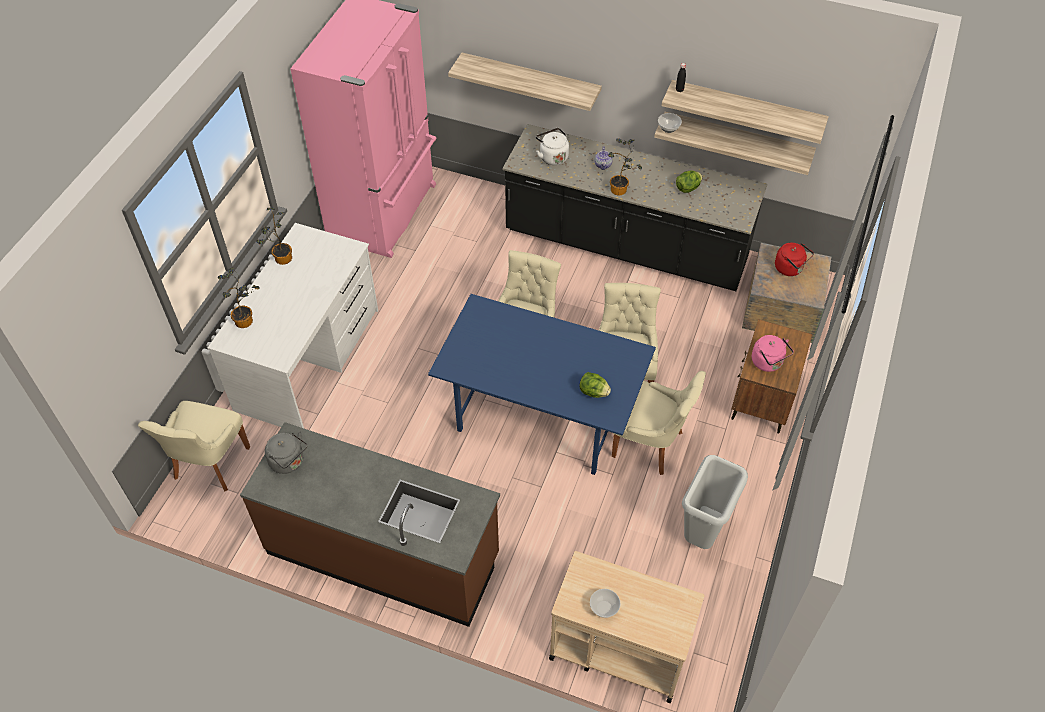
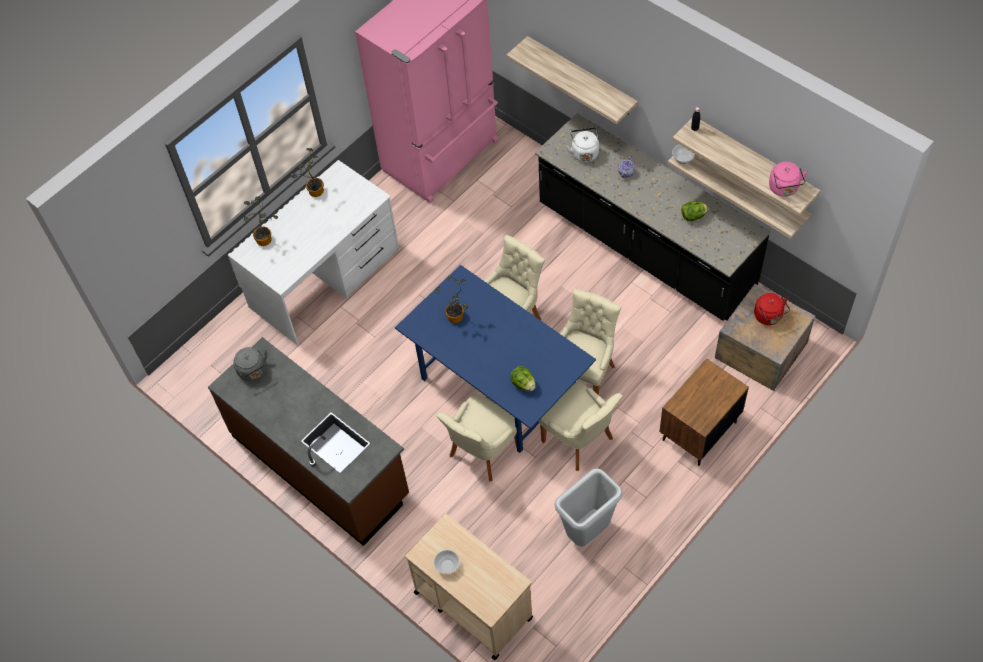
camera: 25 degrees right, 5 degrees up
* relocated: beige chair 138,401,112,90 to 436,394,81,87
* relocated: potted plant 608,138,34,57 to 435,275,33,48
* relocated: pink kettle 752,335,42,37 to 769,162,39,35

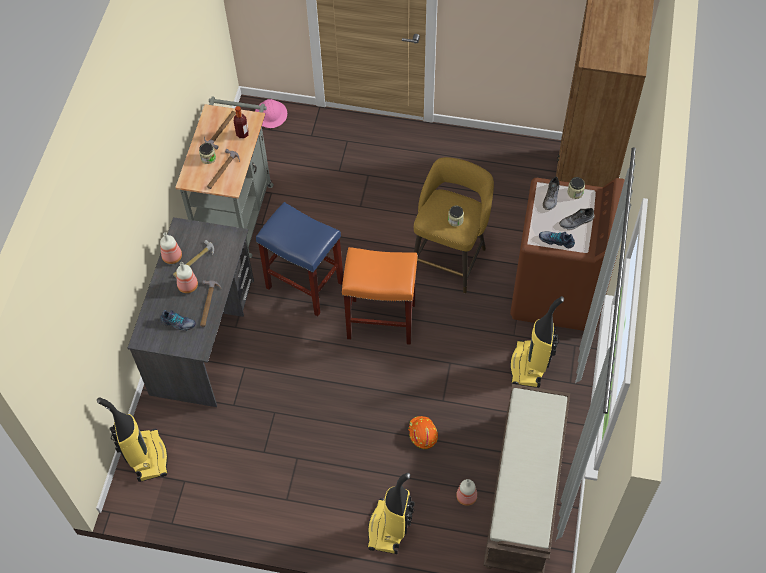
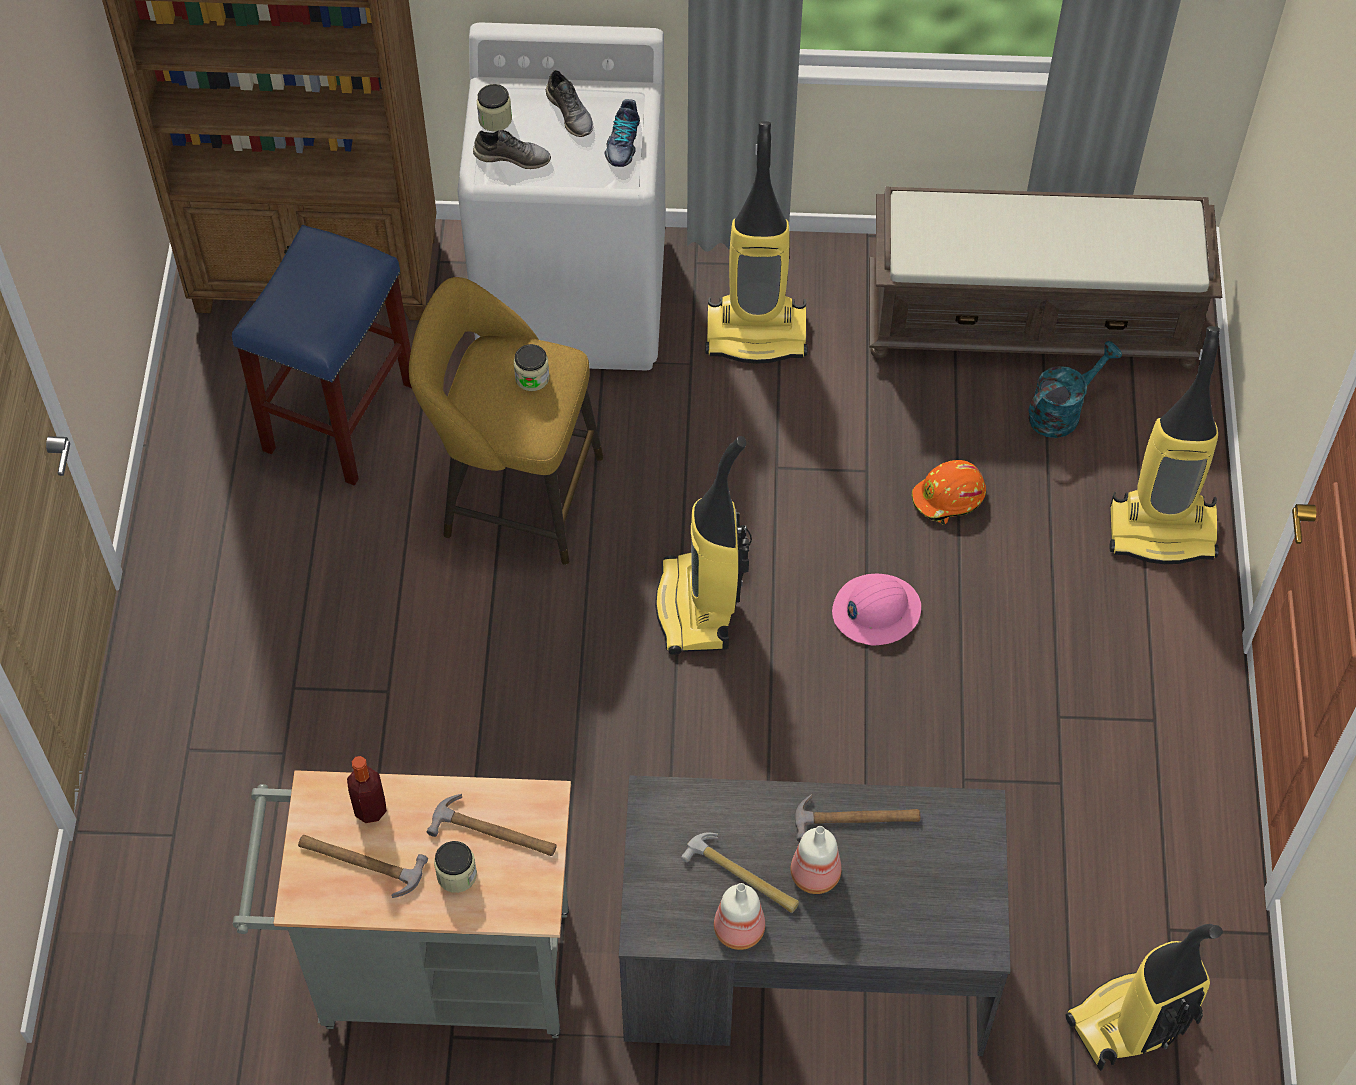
camera: 100 degrees left, 0 degrees up
* missing: shoe 160,310,36,21
* relocated: pink hard hat 255,99,32,29 to 832,574,89,72
* relocated: blue stool 256,202,87,114 to 232,225,180,261
* exchanged: orange stool 342,247,75,98 to vacuum cleaner 655,436,97,219
* exchanged: bottle 456,479,21,27 to turquoise watering can 1028,341,94,97
* colour: brown washing machine 510,178,115,153 to white washing machine 457,22,209,349

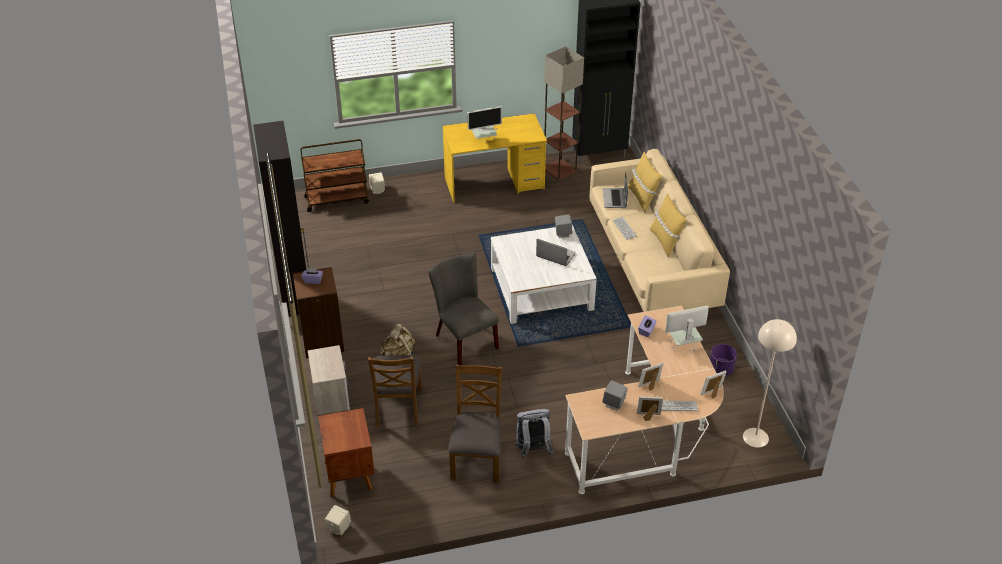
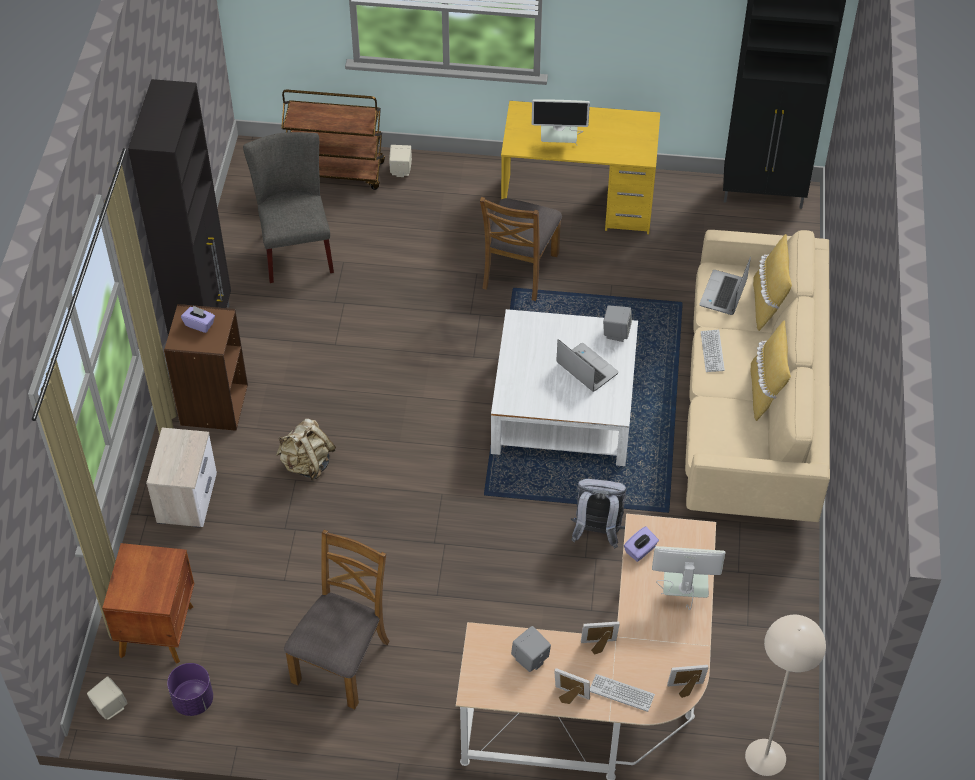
camera: 20 degrees right, 10 degrees up
* missing: floor lamp 544,46,40,135
* relocated: brown chair 368,355,54,72 to 480,197,82,104
* relocated: grey chair 429,252,70,114 to 243,132,91,151
* relocated: grey backpack 515,409,39,49 to 571,479,56,70
* relocated: purple planter 710,344,27,32 to 167,663,46,53

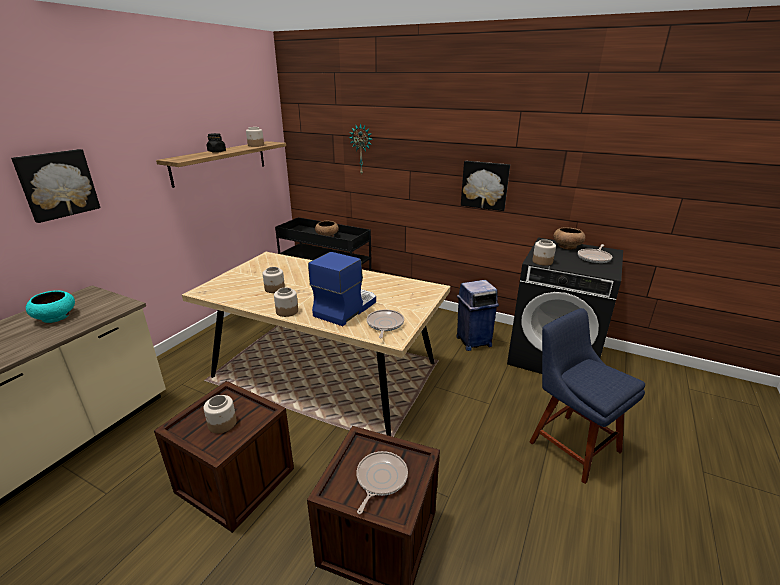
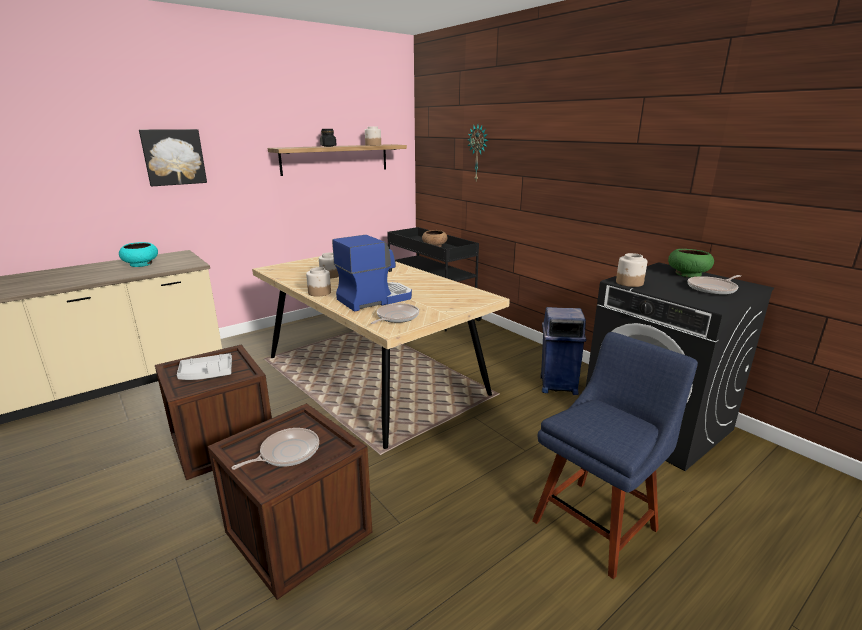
camera: 25 degrees right, 5 degrees down
* missing: picture 461,161,49,50
* exchanged: jar 204,395,33,38 to grey tray 177,353,55,27
* colour: brown bowl 553,227,32,23 to green bowl 668,249,46,29
* spun: blue chair 530,308,115,176 = 532,332,166,248 60 degrees clockwise

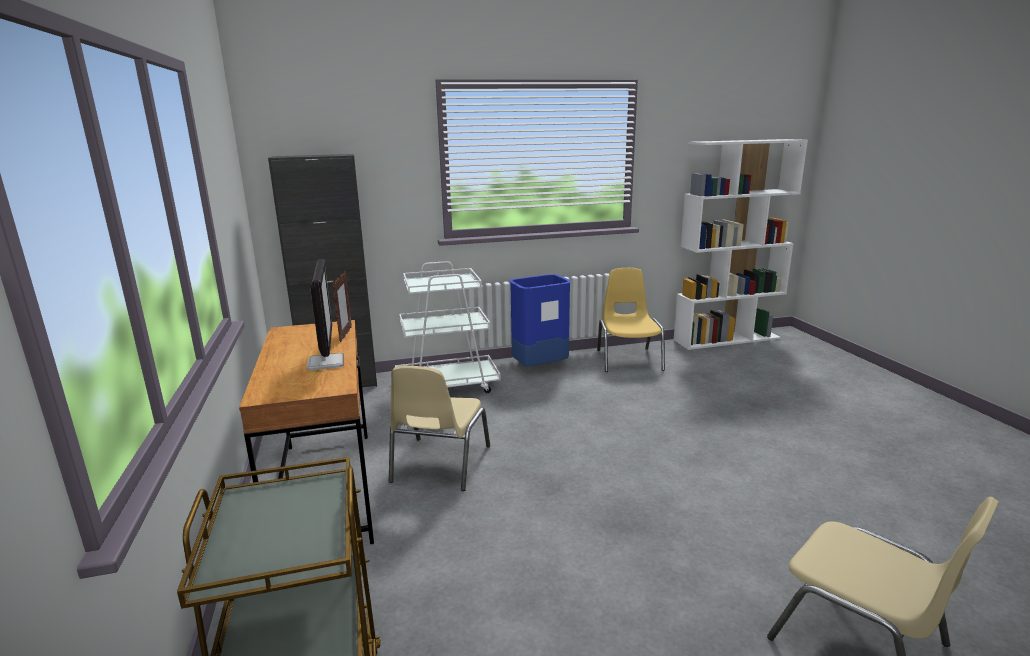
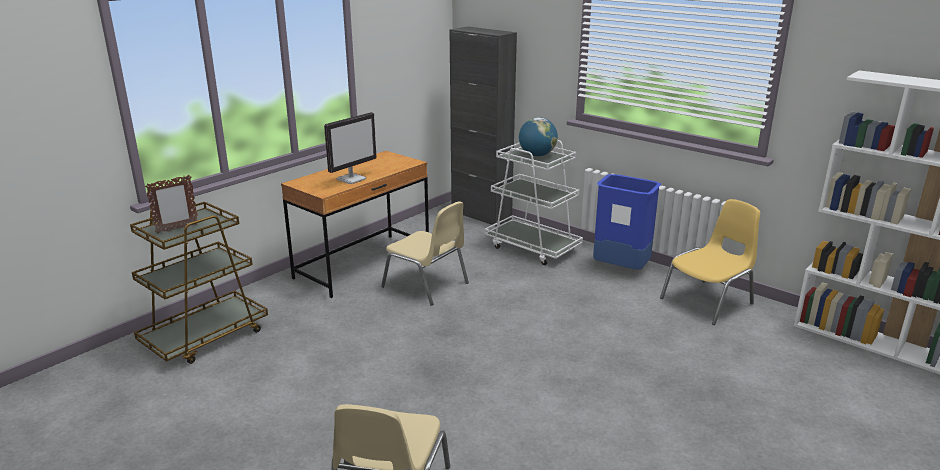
camera: 55 degrees right, 5 degrees up
* appeared: globe 519,117,39,39
* relocated: picture frame 333,271,19,71 to 145,175,52,59
* spun: beige chair 389,366,101,125 = 381,201,88,104 120 degrees counterclockwise

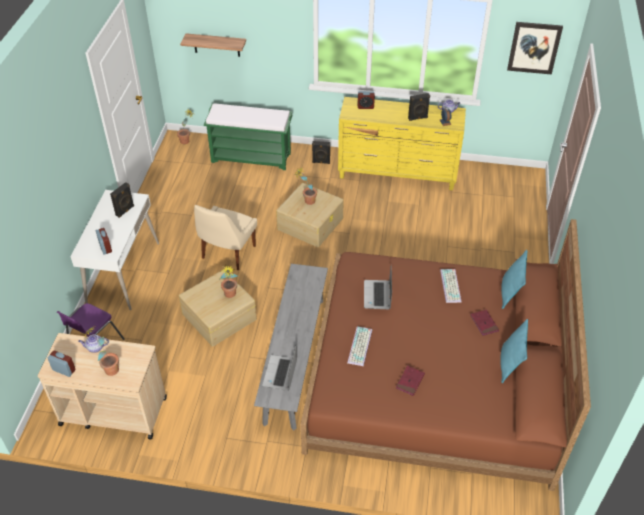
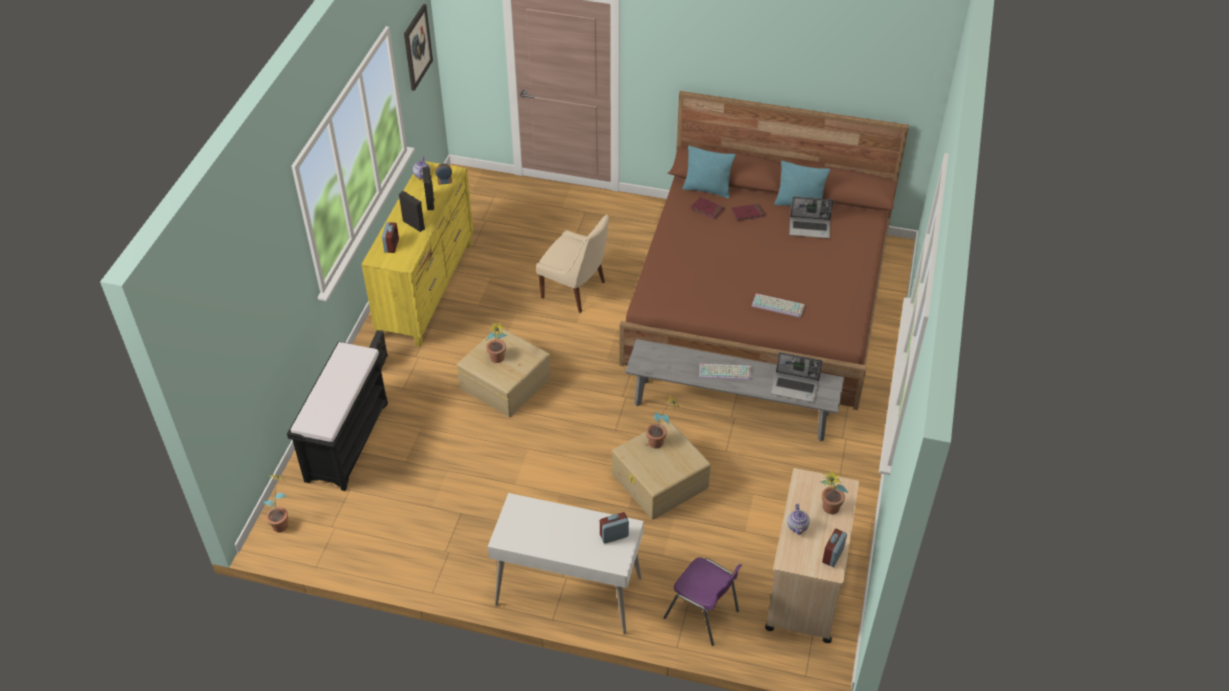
camera: 85 degrees left, 0 degrees up
* missing: shelf 180,33,66,24
* relocated: black speaker 110,182,24,36 to 399,191,26,41
* relocated: beige chair 194,205,63,65 to 536,215,73,98
* relocated: laptop 364,267,28,42 to 789,196,44,43
* relocated: red book 396,365,29,31 to 691,197,34,22
* relocated: keyboard 440,269,21,34 to 699,364,52,17
* colour: green bench 204,103,89,67 to black bench 287,341,101,150

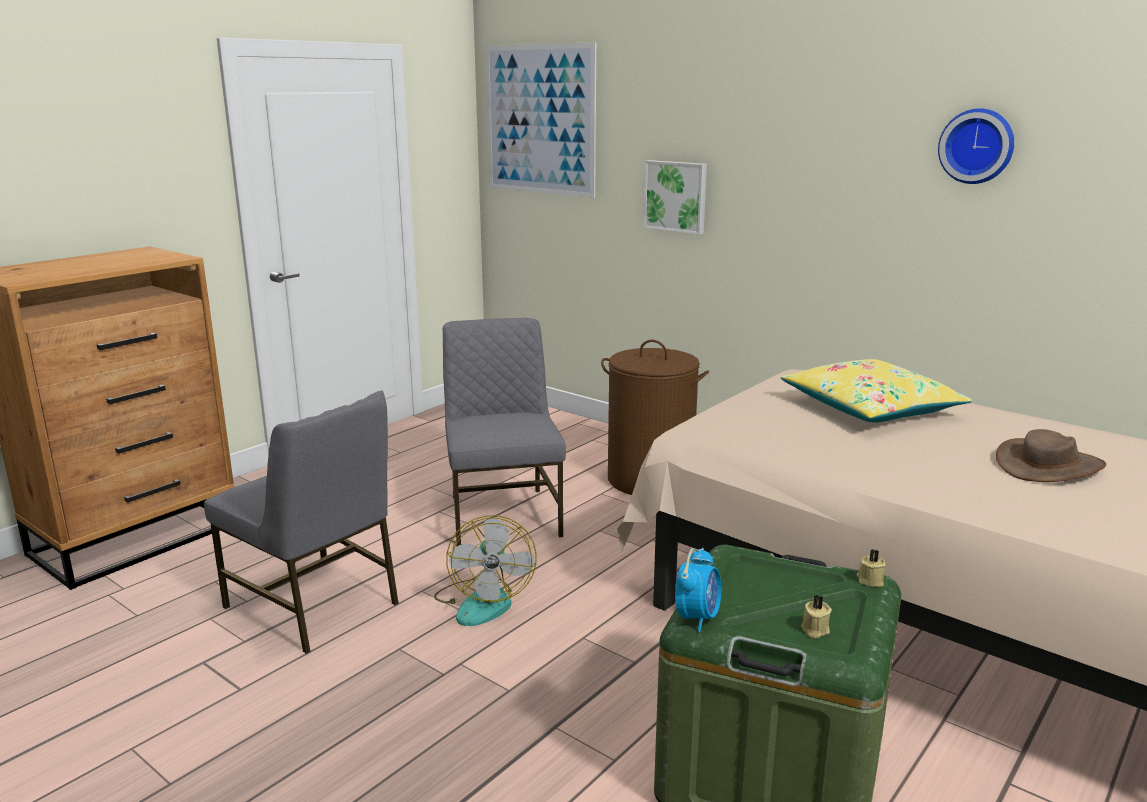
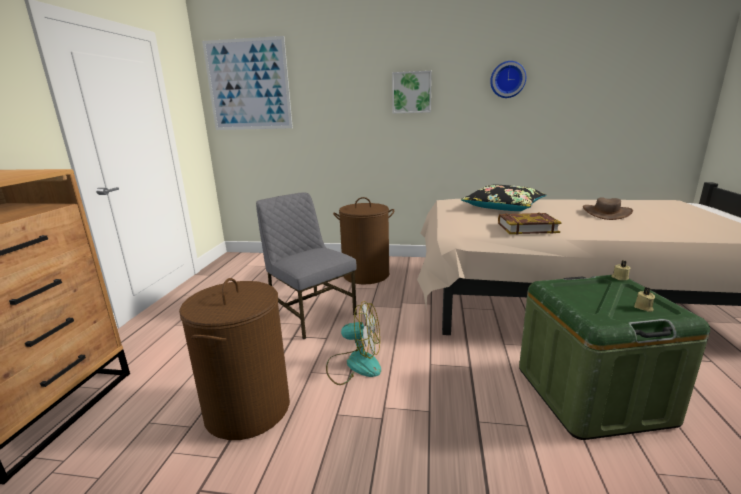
camera: 30 degrees left, 0 degrees up
* missing: alarm clock 675,548,46,84
* appeared: book 498,213,64,21
* relocated: picture 643,160,64,74 to 392,71,40,42
* exchanged: grey chair 204,391,195,263 to brown laundry basket 179,278,111,162
* colour: yellow pillow 781,359,191,64 to black pillow 461,185,85,26
* spun: fan 434,515,103,111 = 326,301,55,84 45 degrees counterclockwise

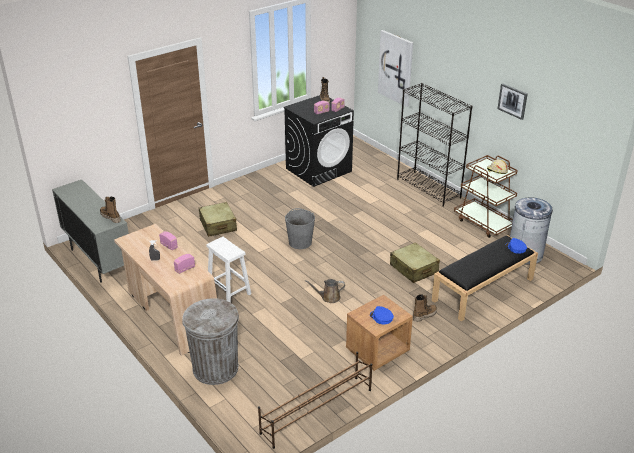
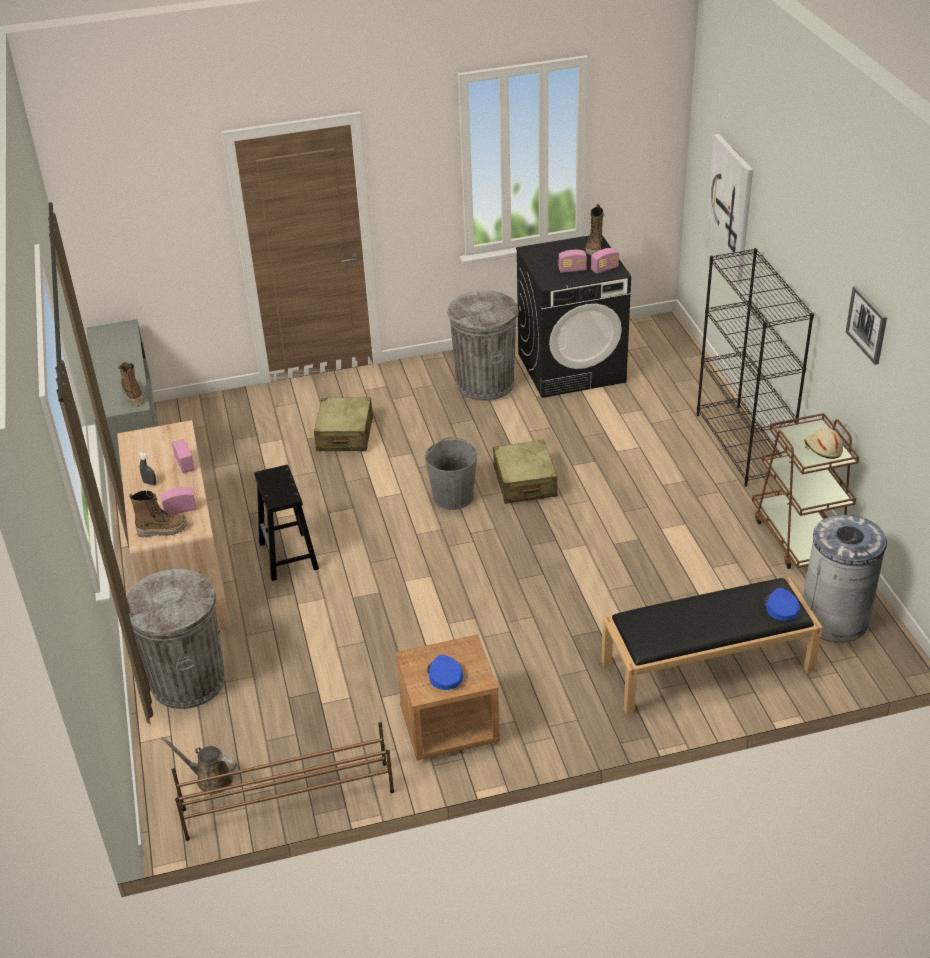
camera: 25 degrees right, 5 degrees up
* appeared: grey trash can 447,291,71,110
* relocated: brown watering can 305,279,40,24 to 161,737,76,57
* relocated: beige suitcase 390,242,50,41 to 493,440,65,64
* relocated: boot 413,294,24,28 to 129,490,59,47
* colour: white stool 206,237,45,66 to black stool 254,465,65,116

